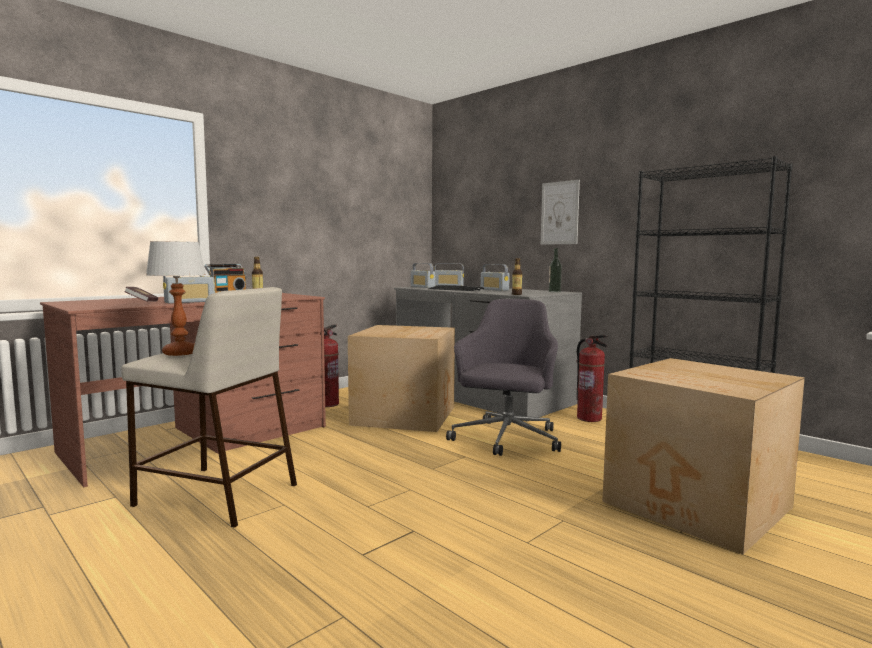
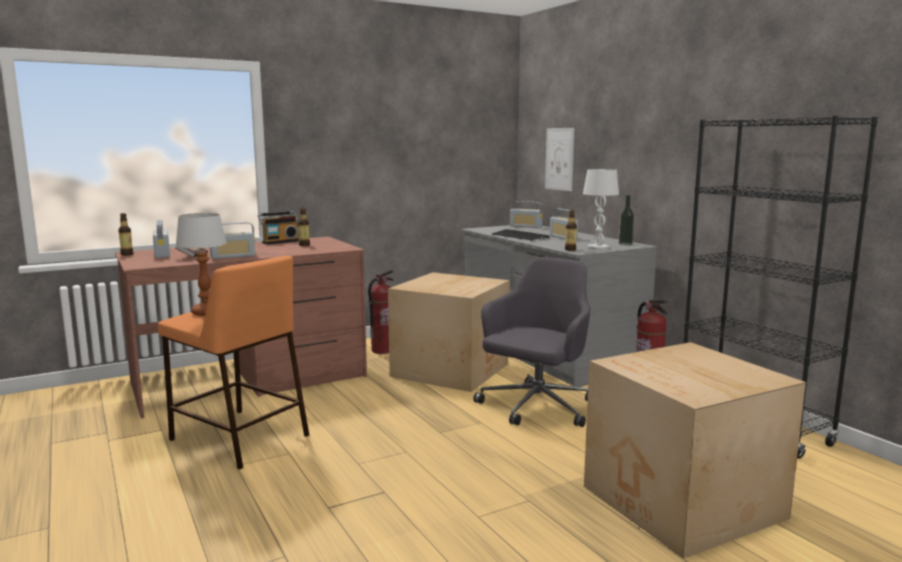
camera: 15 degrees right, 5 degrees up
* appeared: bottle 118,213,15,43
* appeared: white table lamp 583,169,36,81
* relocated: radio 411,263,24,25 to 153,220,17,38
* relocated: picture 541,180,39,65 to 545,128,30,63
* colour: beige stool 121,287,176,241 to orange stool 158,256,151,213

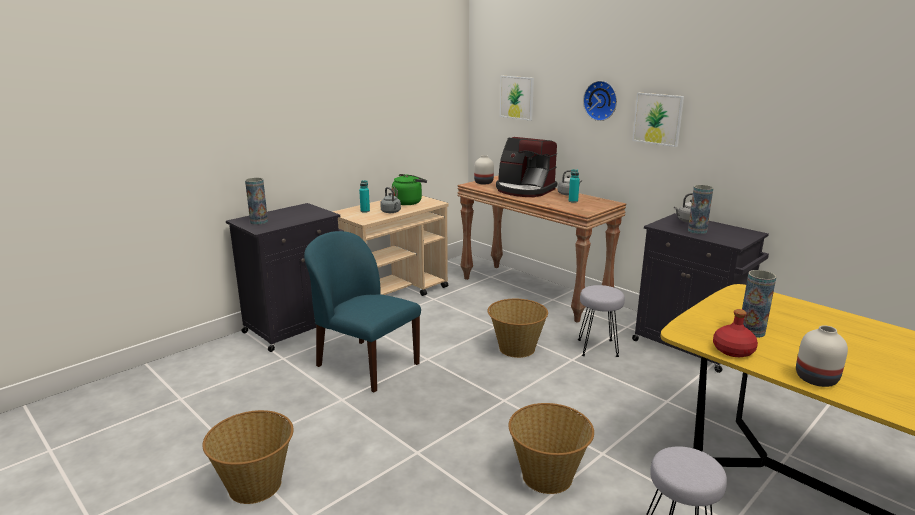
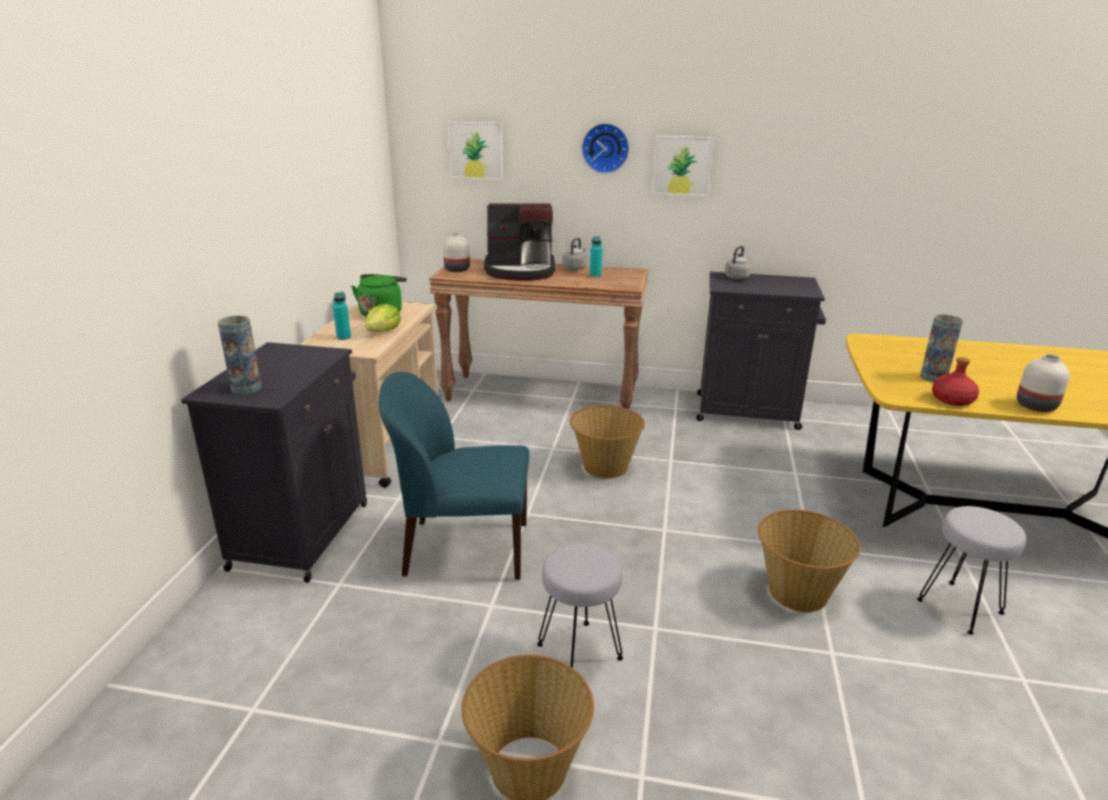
camera: 35 degrees left, 5 degrees up
* missing: vase 688,185,26,49
* relocated: grey stool 578,285,47,72 to 537,543,86,125
* exchanged: grey kettle 380,187,21,26 to lettuce 365,304,36,28

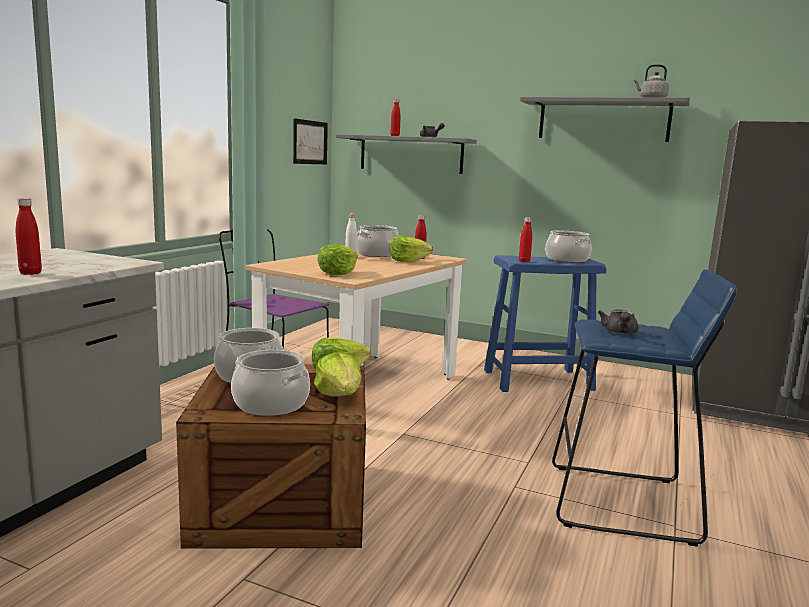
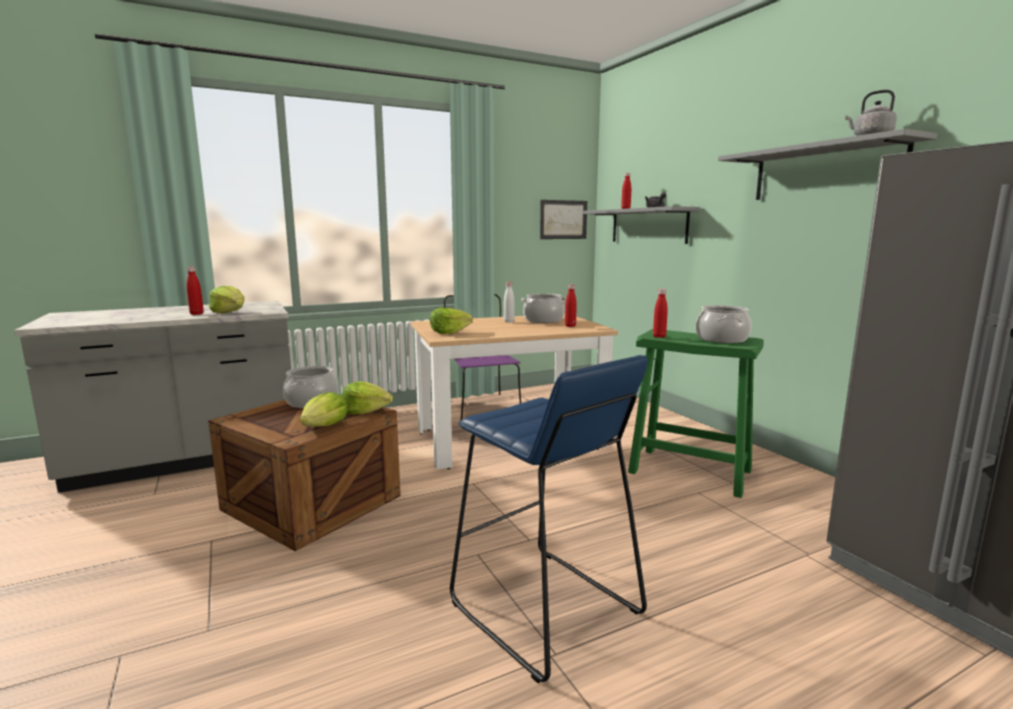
camera: 40 degrees right, 0 degrees up
* missing: cooking pot 231,350,79,66
* missing: grey teapot 598,309,41,25
* relocated: lettuce 389,236,44,26 to 209,286,35,27
* colour: blue stool 484,255,123,137 to green stool 628,329,136,169

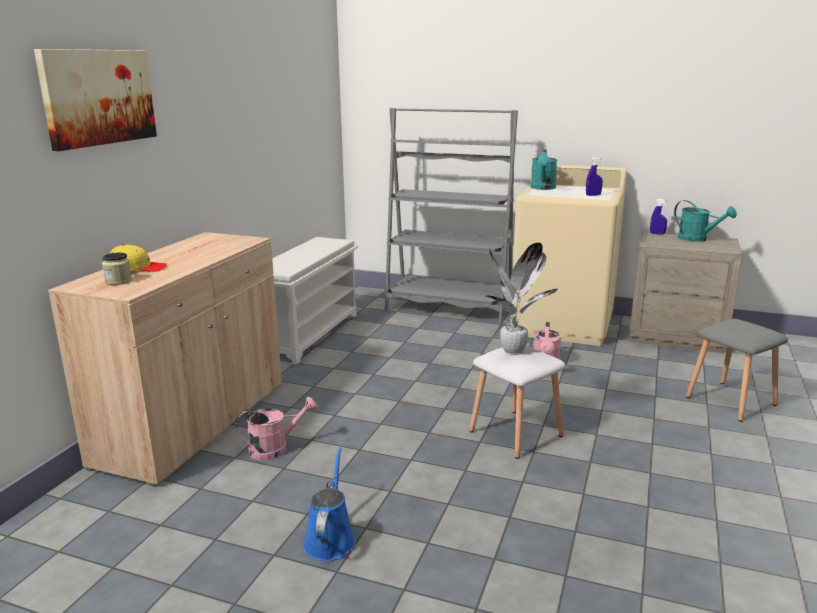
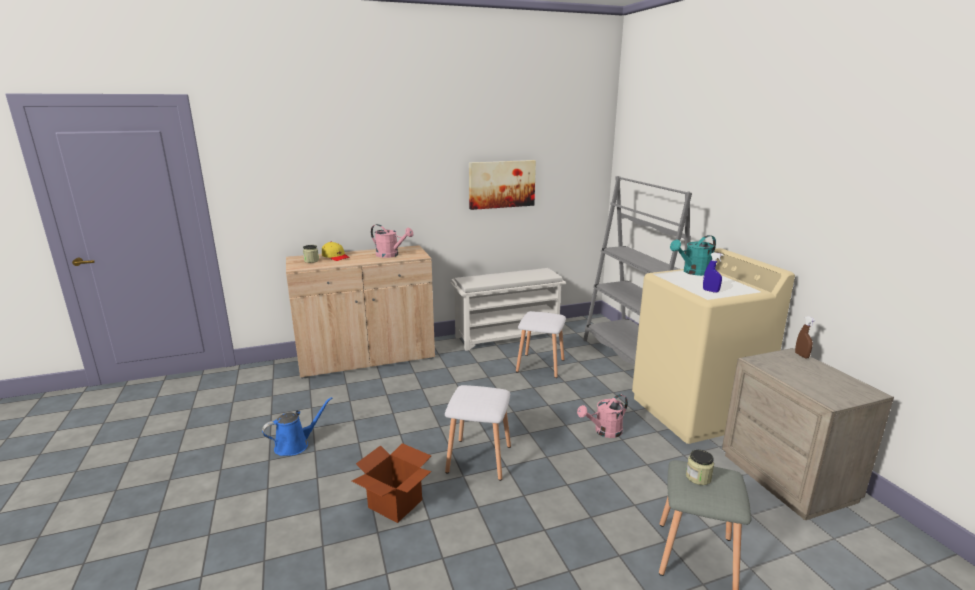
camera: 50 degrees right, 0 degrees up
* missing: potted plant 486,243,72,112
* missing: turquoise watering can 674,200,63,42
* appeared: cardboard box 352,443,79,80
* appeared: white stool 516,311,50,67
* appeared: jar 686,450,28,35
* relocated: picture 34,49,123,102 to 469,160,67,50
* relocated: pink watering can 236,397,81,63 to 371,224,43,34
* colour: blue spray bottle 650,198,18,37 to brown spray bottle 795,316,21,42

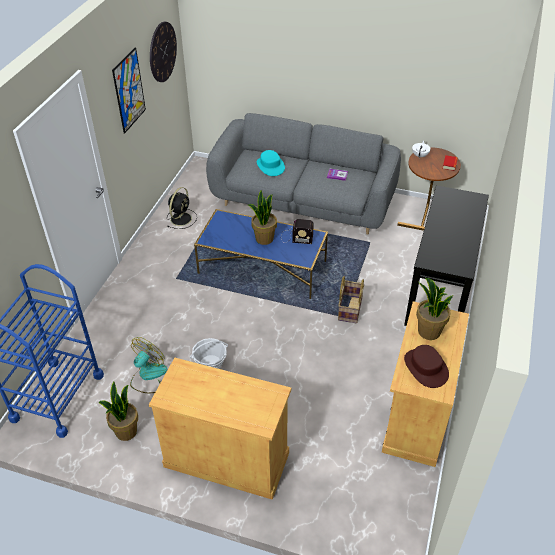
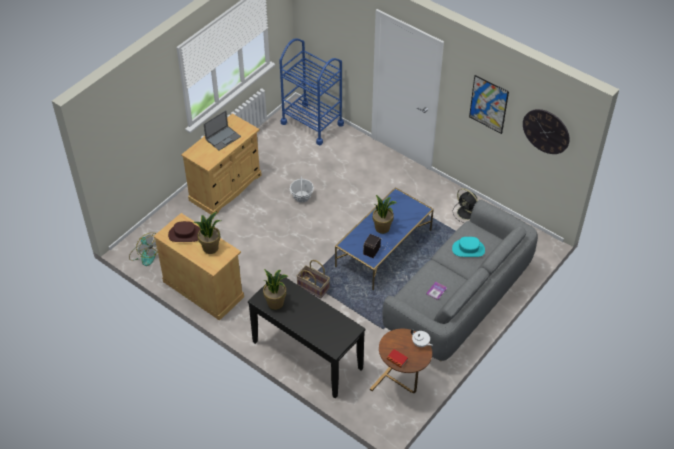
camera: 110 degrees right, 5 degrees up
* appeared: laptop 204,110,37,41
* relocated: potted plant 98,382,40,59 to 263,269,25,41
* relocated: fan 130,337,37,56 to 129,233,29,33

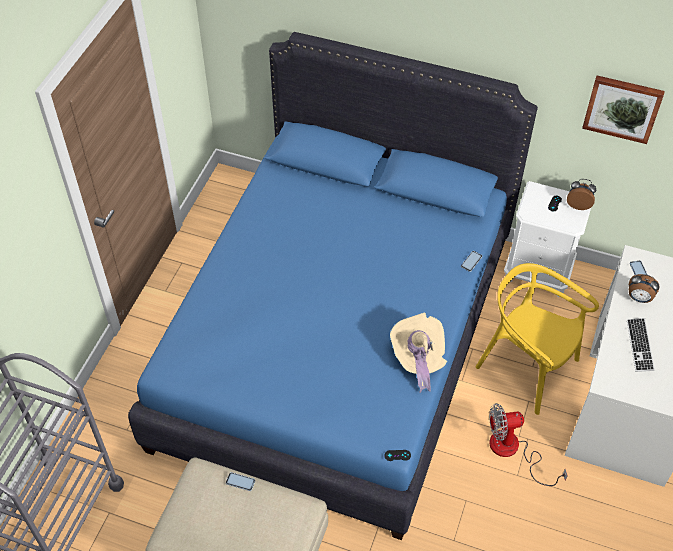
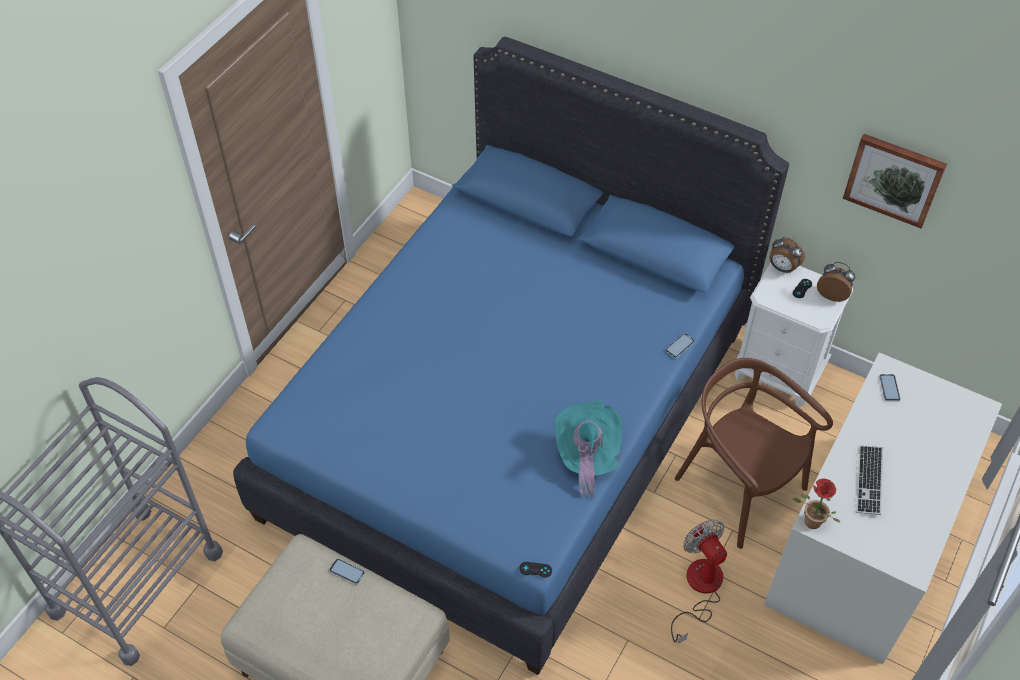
camera: 10 degrees right, 0 degrees up
* appeared: potted plant 793,478,47,51
* relocated: alarm clock 629,274,31,29 to 769,237,36,36
* colour: beige hat 390,312,57,81 to turquoise hat 554,400,68,98
* colour: yellow chair 476,263,123,152 to brown chair 675,358,158,191
* spun: fan 489,403,79,83 = 671,519,56,125 60 degrees clockwise

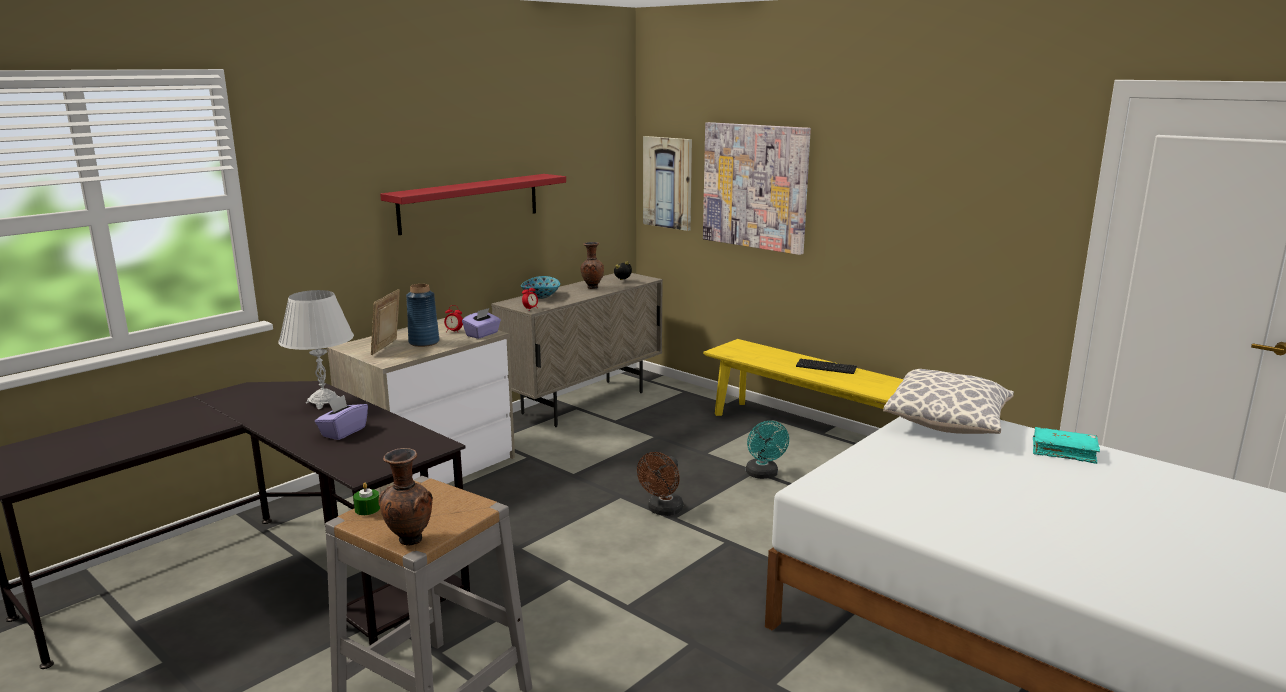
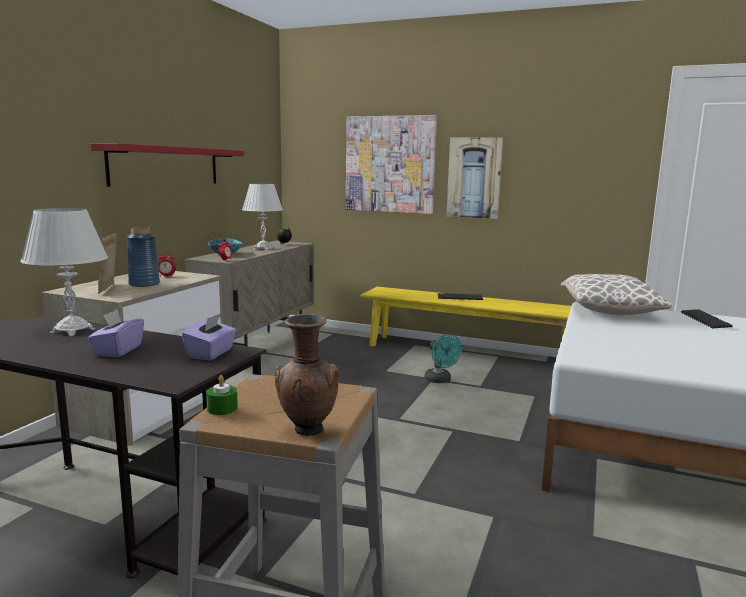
camera: 20 degrees left, 5 degrees down
* missing: brown fan 637,452,46,64
* relocated: purple tissue box 462,308,39,31 to 182,313,54,47
* relocated: picture 643,136,49,95 to 446,138,57,81
* exchanged: brown vase 580,242,24,47 to white table lamp 242,184,41,66
* exchanged: turquoise book 1033,427,67,37 to keyboard 681,309,52,19

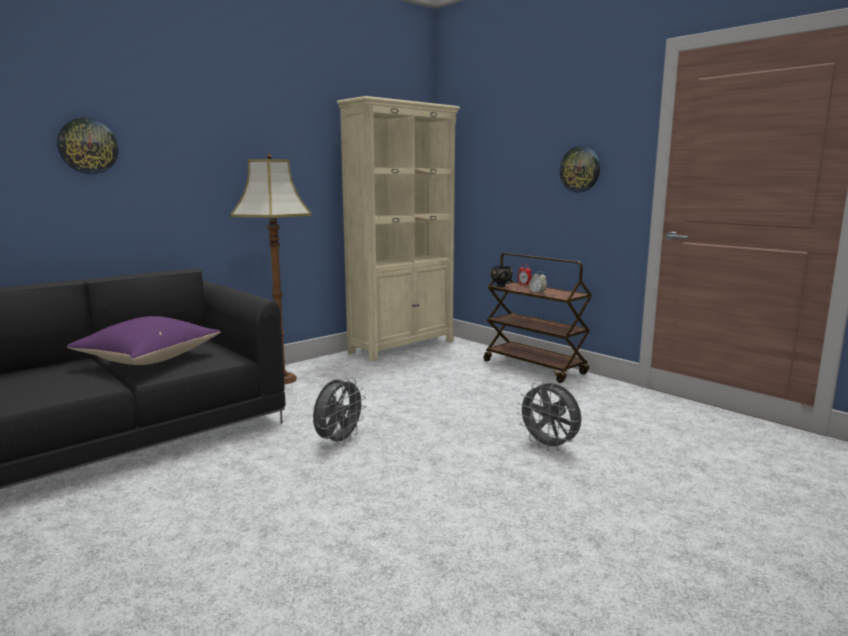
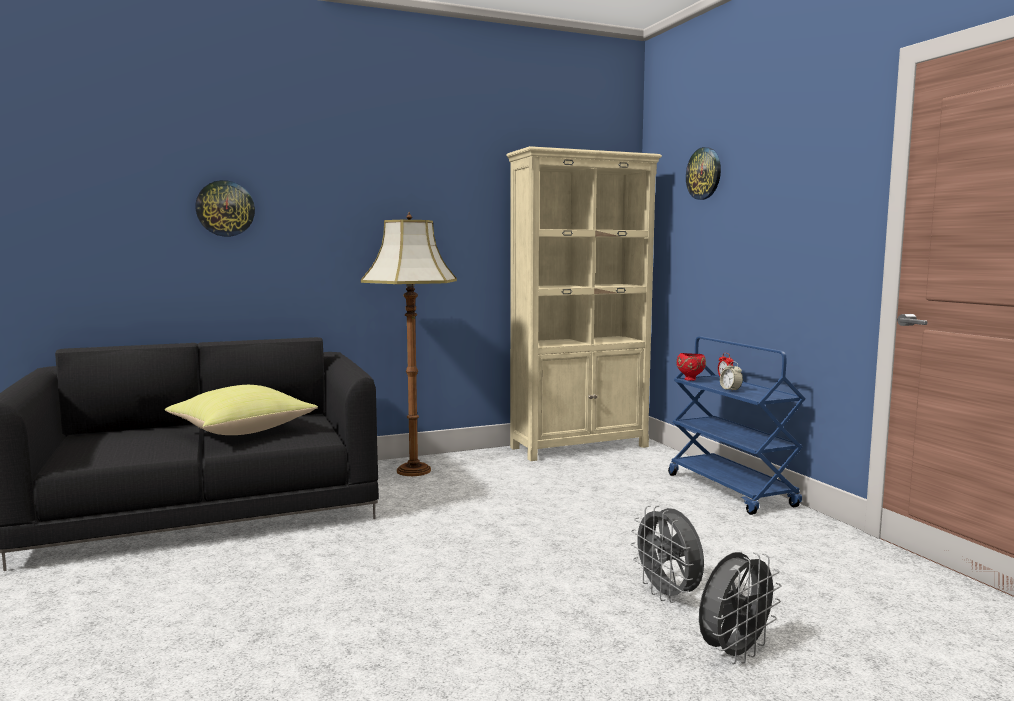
camera: 20 degrees right, 5 degrees down
* relocated: grey fan 313,378,53,68 to 699,552,83,112
* relocated: wall clock 560,146,40,46 to 686,147,35,53
* colour: purple pillow 67,316,154,49 to yellow pillow 165,385,153,50
* colour: brown cart 483,253,109,130 to blue cart 668,336,138,179
* colour: black bowl 490,266,23,21 to red bowl 676,353,30,28

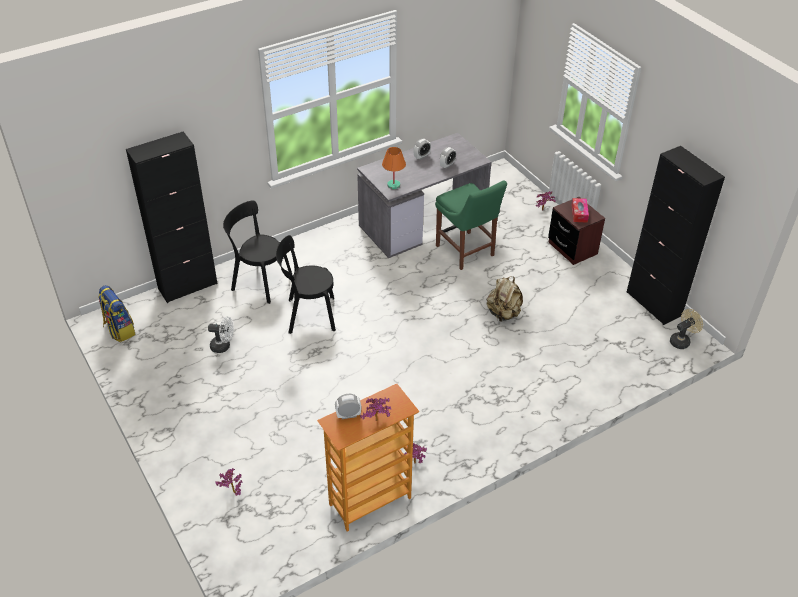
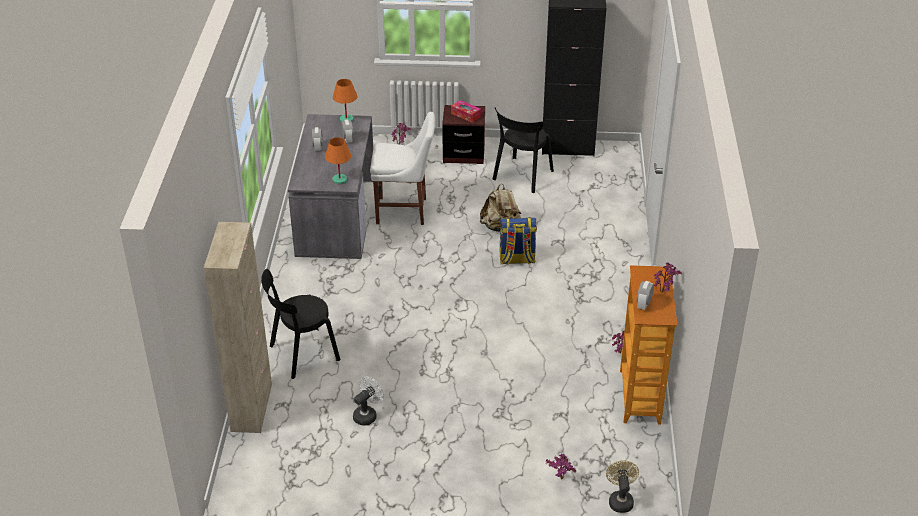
camera: 55 degrees left, 5 degrees down
* appeared: orange table lamp 333,79,24,43
* relocated: backpack 98,285,38,57 to 499,217,38,48
* relocated: black chair 276,235,60,99 to 492,108,62,85
* relocated: beige fan 670,309,33,40 to 606,460,33,53
* colour: black cabinet 126,132,92,171 to beige cabinet 204,222,68,211
* colour: green chair 435,180,72,90 to white chair 370,112,65,113

